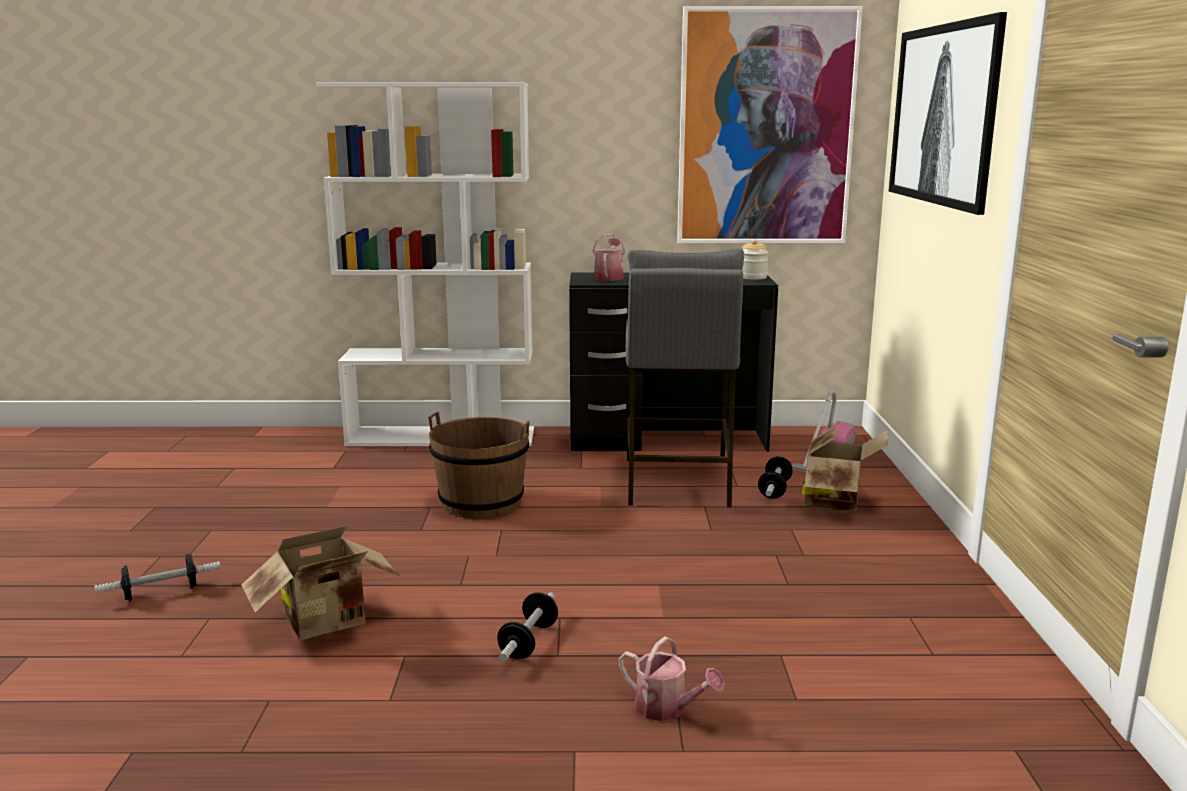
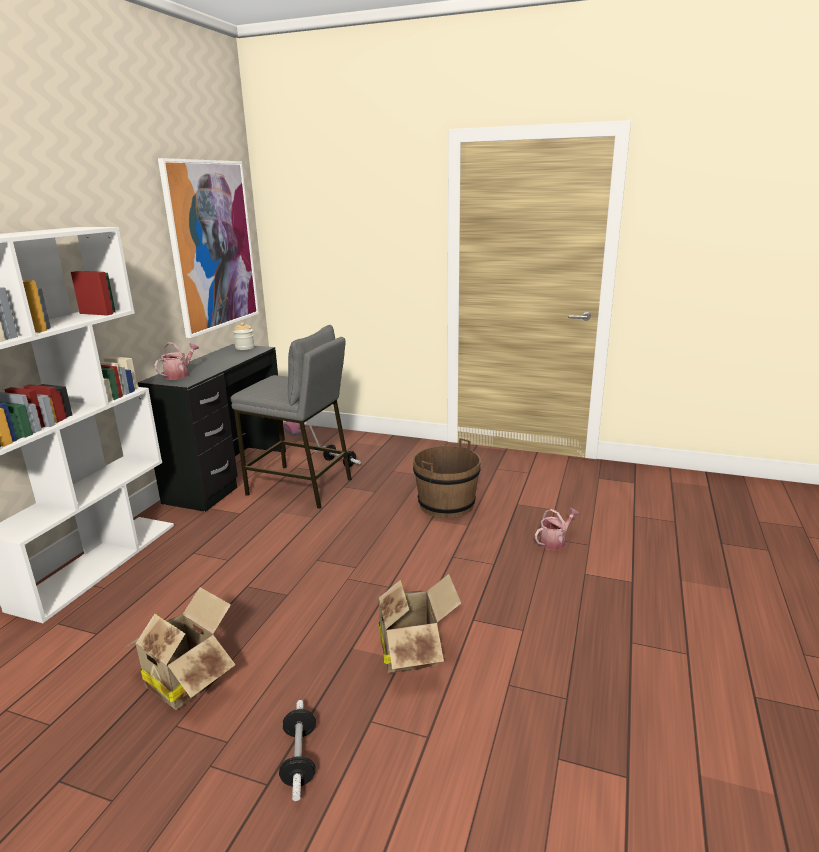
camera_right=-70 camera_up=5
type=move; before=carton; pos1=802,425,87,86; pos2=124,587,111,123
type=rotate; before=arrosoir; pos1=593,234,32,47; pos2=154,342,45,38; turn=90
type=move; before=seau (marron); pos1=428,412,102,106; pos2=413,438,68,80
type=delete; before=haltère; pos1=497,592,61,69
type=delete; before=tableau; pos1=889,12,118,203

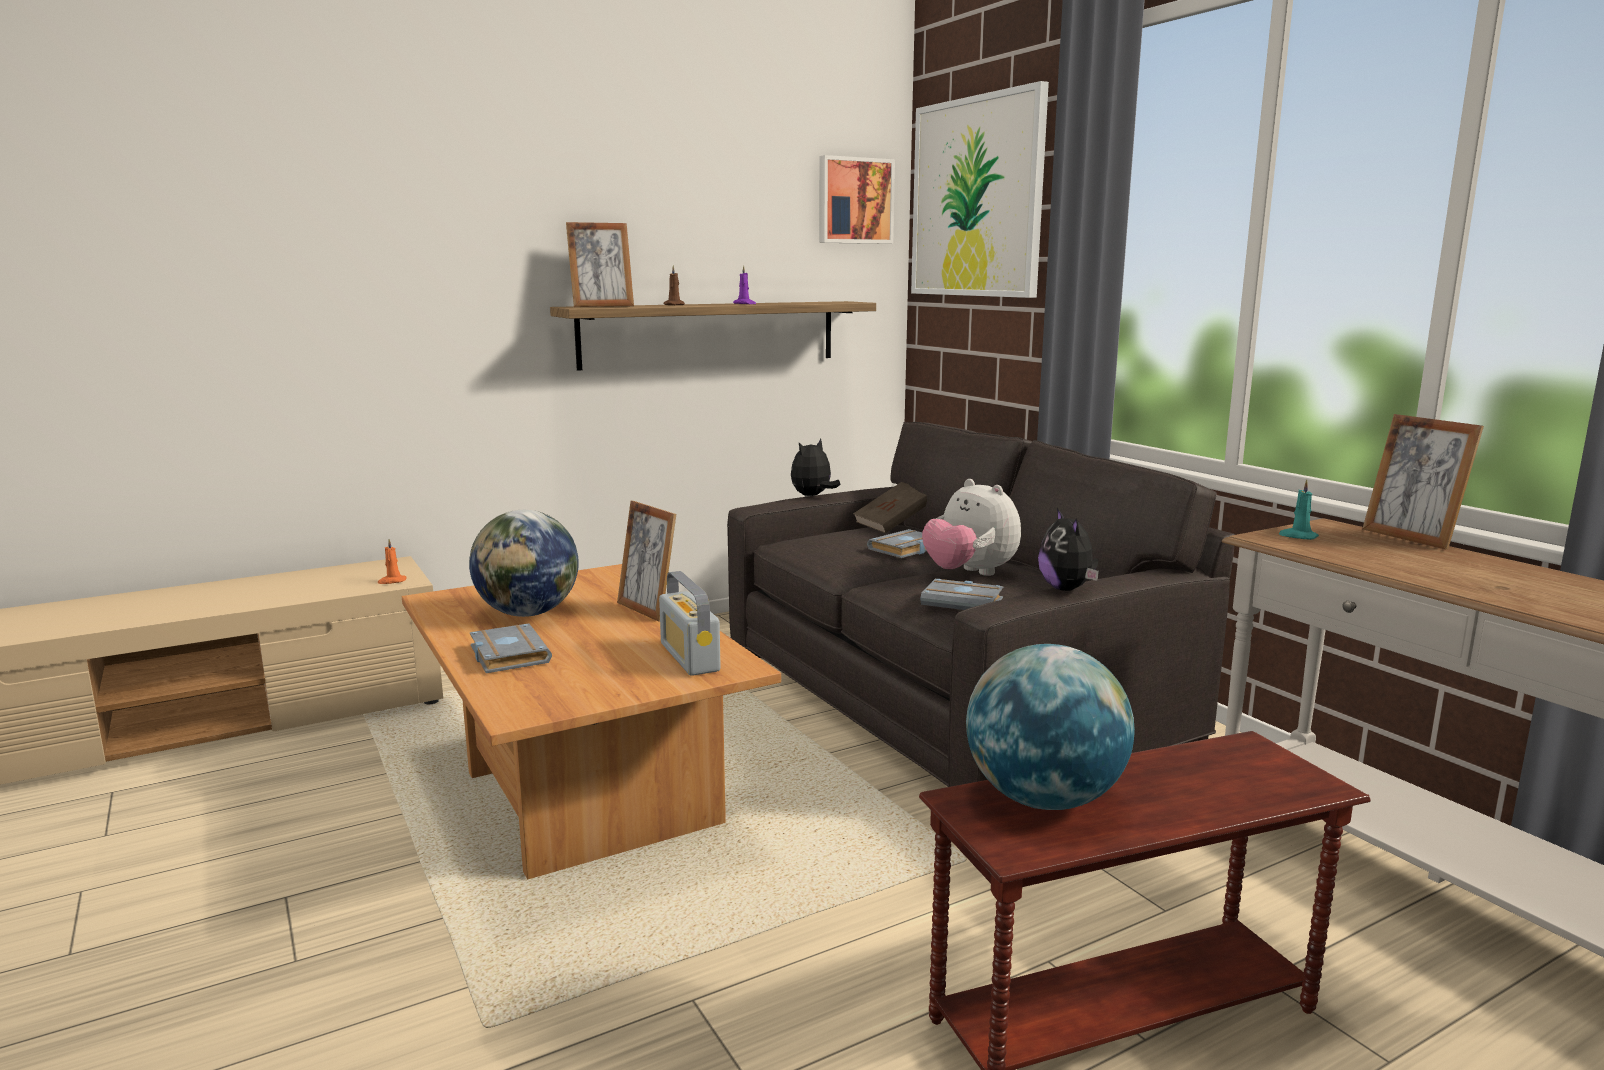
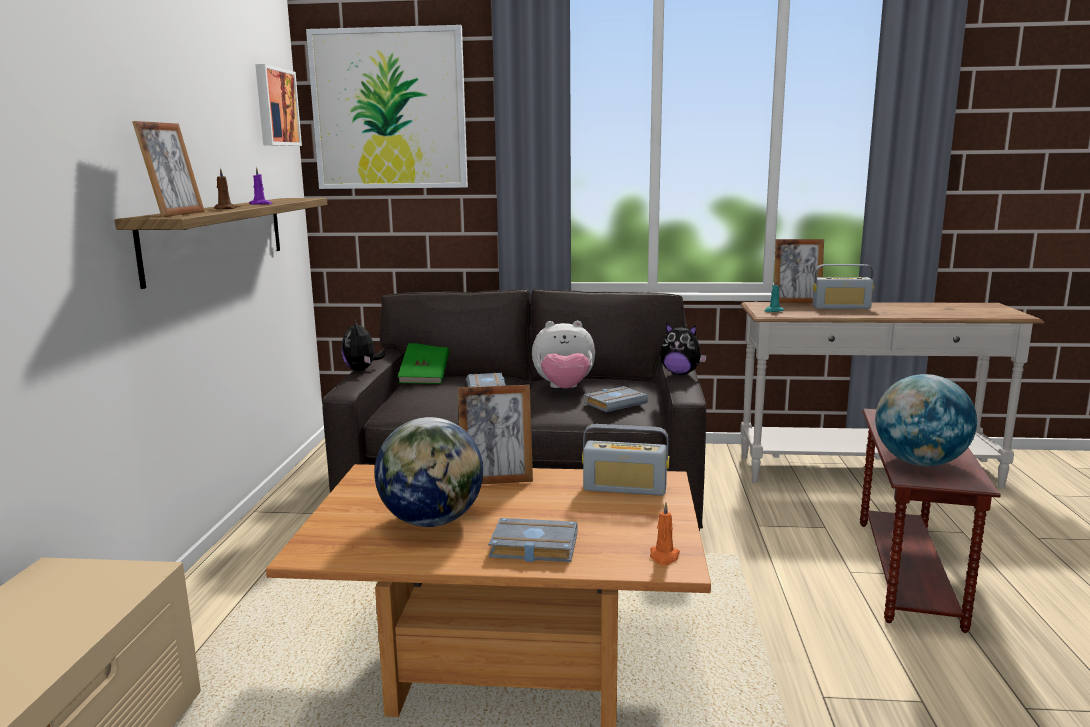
camera_right=-55 camera_up=0
type=recolor; before=livre (marron); after=livre (vert); pos1=853,482,74,51; pos2=398,343,51,41
type=move; before=bougie (orange); pos1=377,539,29,45; pos2=650,503,30,62
type=insert; after=radio; pos2=812,264,62,45

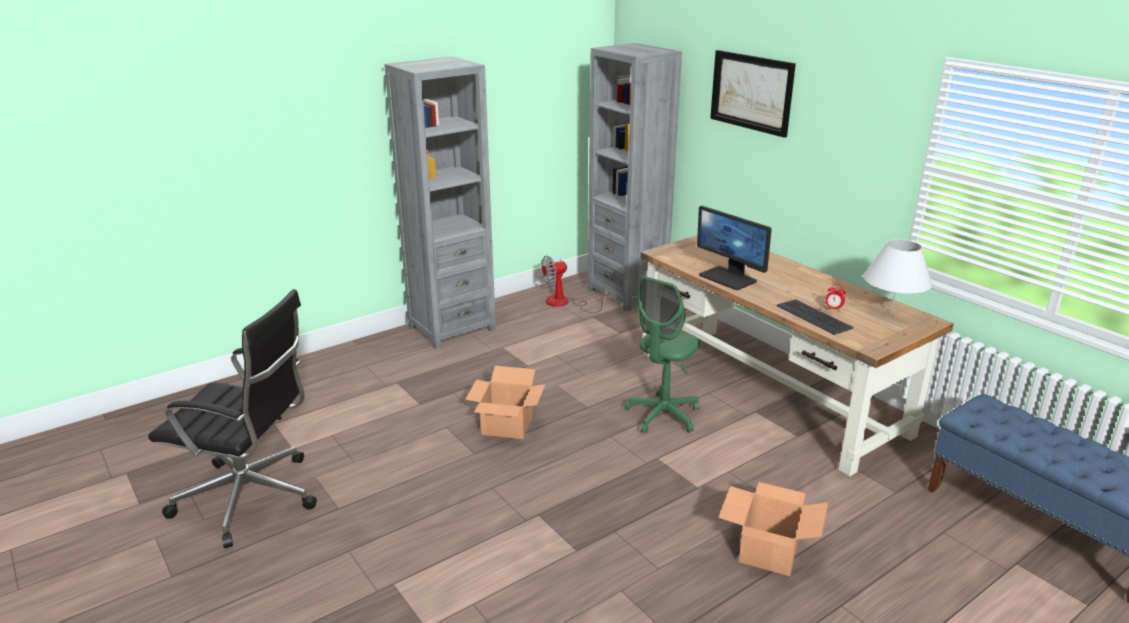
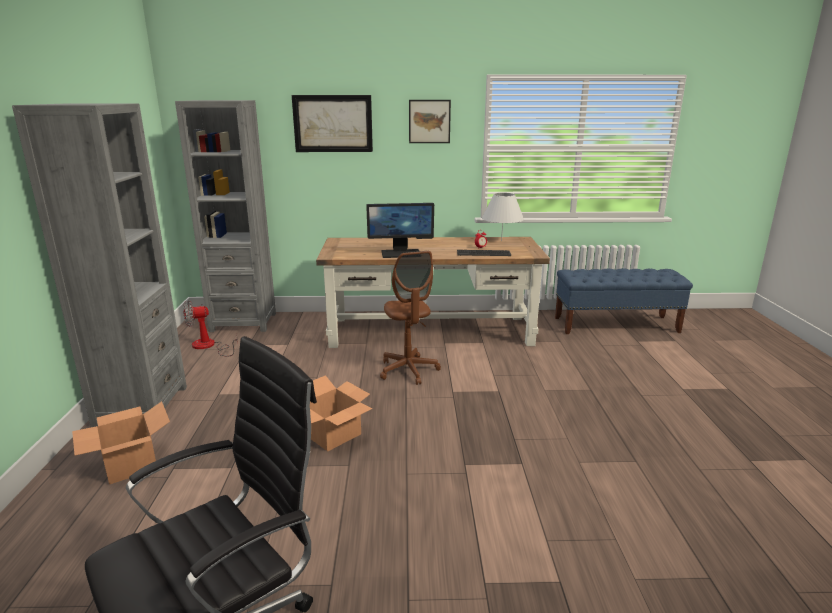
camera_right=-55 camera_up=-5
type=move; before=carton; pos1=718,482,110,94; pos2=72,401,98,83
type=rotate; before=ventilateur; pos1=540,256,68,57; pos2=183,300,55,56; turn=60
type=recolor; before=chaise de bureau (vert); after=chaise de bureau (marron); pos1=625,276,74,158; pos2=380,251,61,134
type=insert; after=tableau; pos2=409,100,42,43

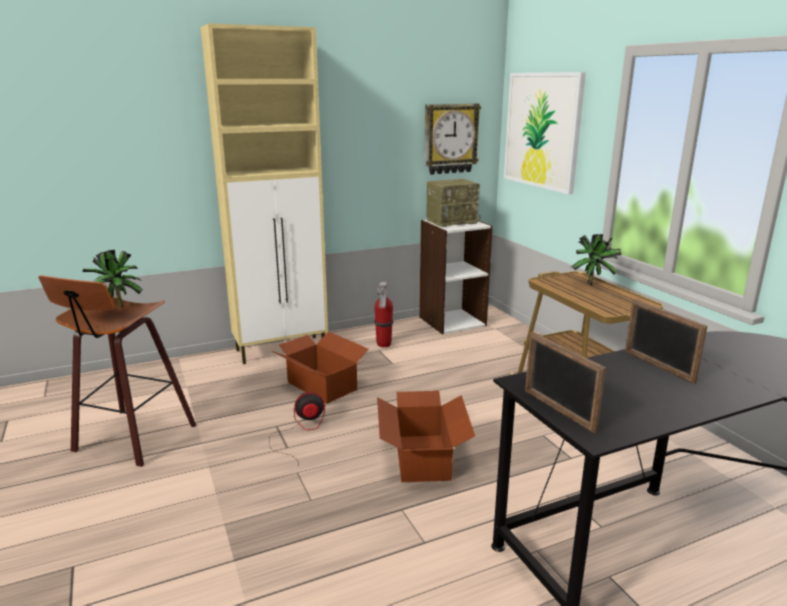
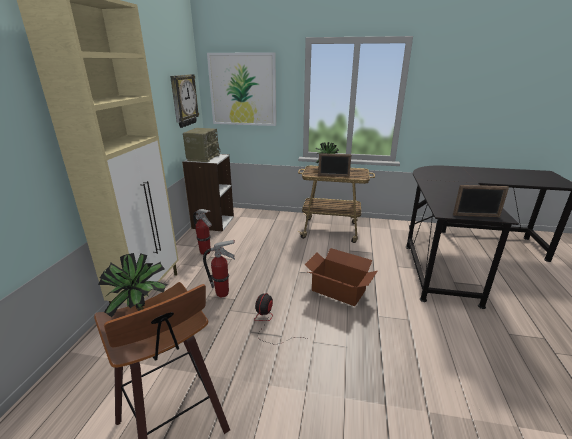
camera_right=-55 camera_up=5
type=replace; before=carton; after=extincteur; pos1=273,331,95,73; pos2=203,239,32,58
type=move; before=cadre photo; pos1=625,299,82,85; pos2=318,153,33,24

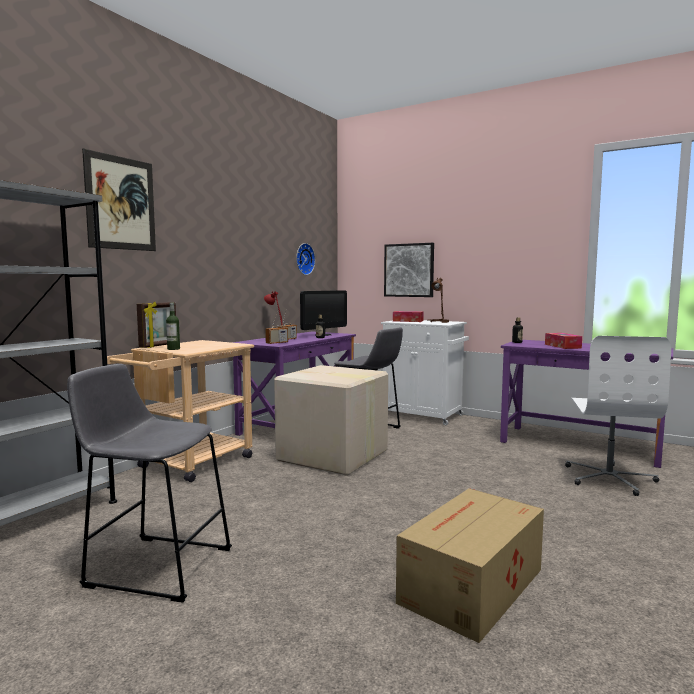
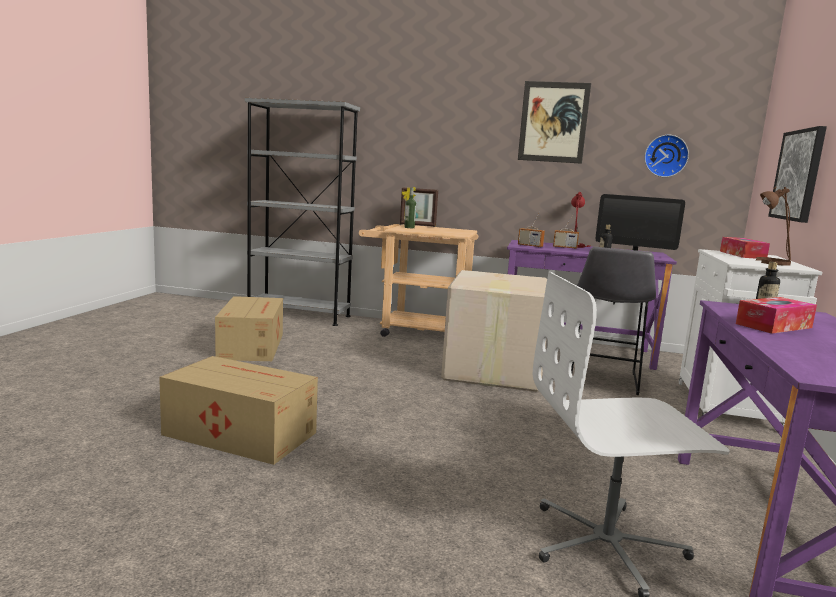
camera_right=70 camera_up=5
type=replace; before=tabouret (gris); after=carton; pos1=67,364,165,239; pos2=215,296,68,65
type=move; before=tableau; pos1=82,148,74,103; pos2=518,81,73,83

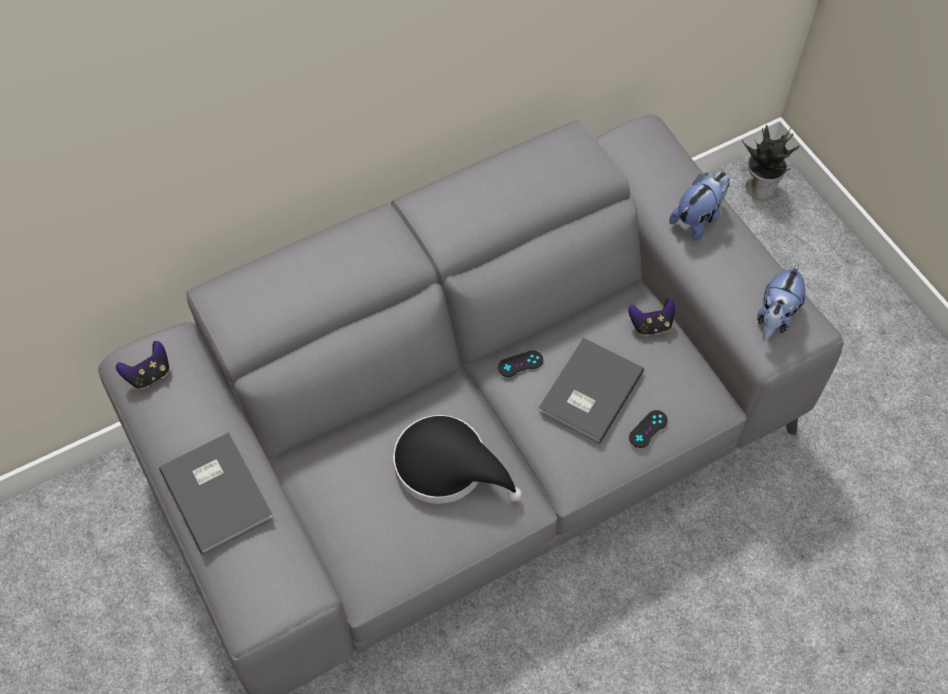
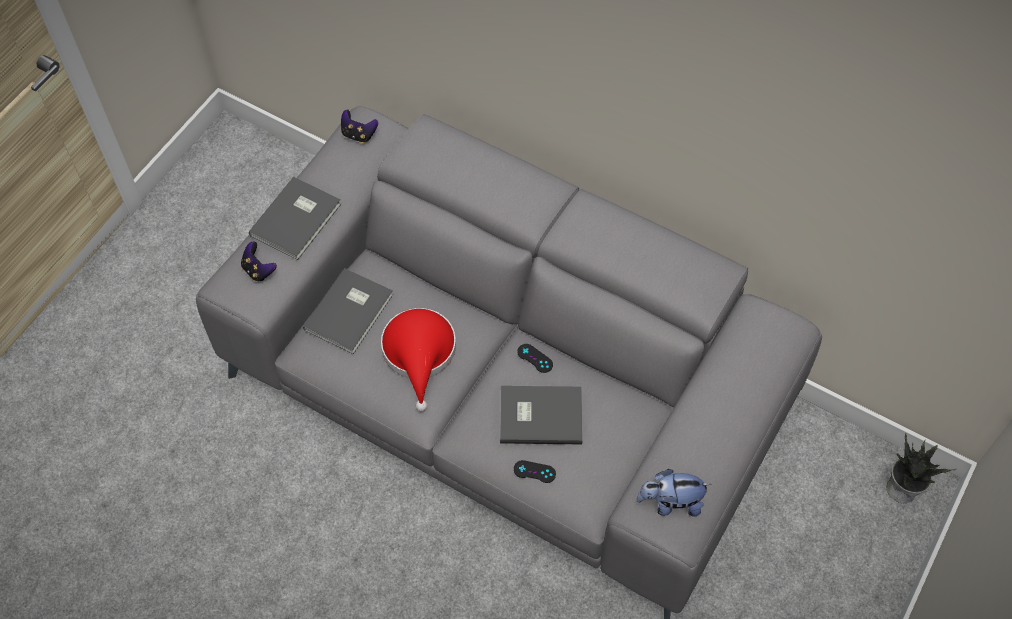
camera_right=60 camera_up=0
type=move; before=manette; pos1=628,298,47,38; pos2=241,242,36,40
type=insert; after=livre (gris); pos2=303,268,90,86
type=recolor; before=chapeau (noir); after=chapeau (rouge); pos1=393,415,129,89; pos2=381,308,75,103
type=delete; before=peluche; pos1=669,172,61,69

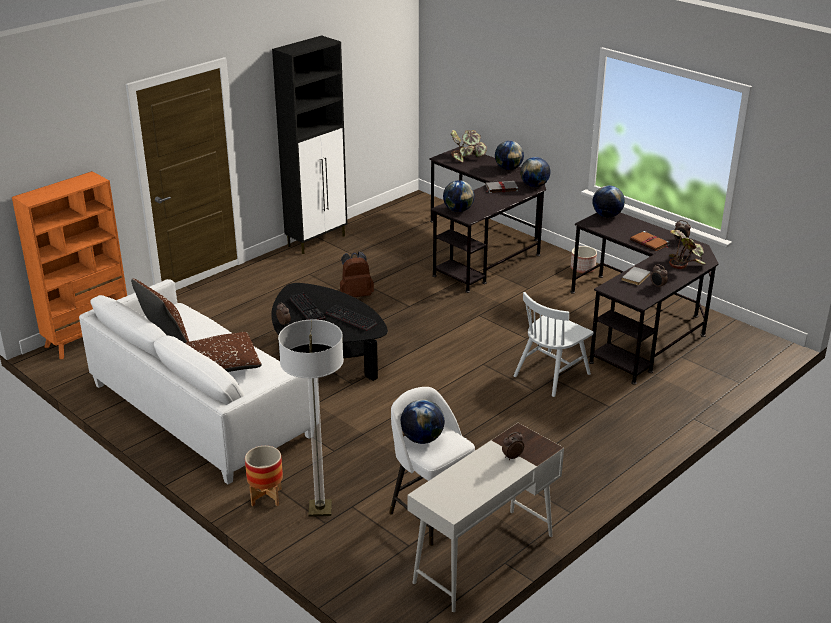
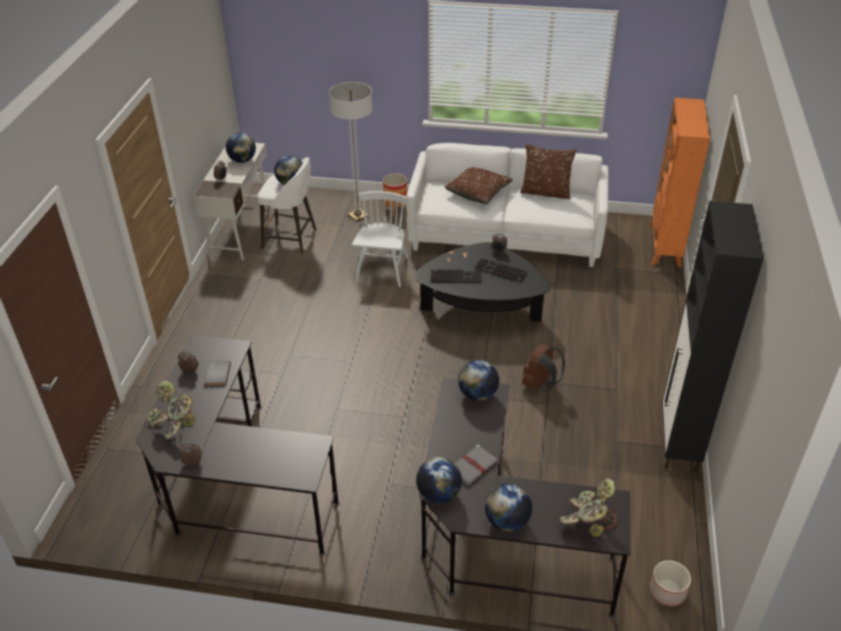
camera_right=145 camera_up=10
type=move; before=globe; pos1=592,185,33,32; pos2=226,133,30,30
type=move; before=chaise (blanc); pos1=514,292,79,105; pos2=352,191,57,96
type=move; before=cache-pot; pos1=571,246,26,27; pos2=650,560,41,46
type=delete; before=livre (marron); pos1=630,231,39,20

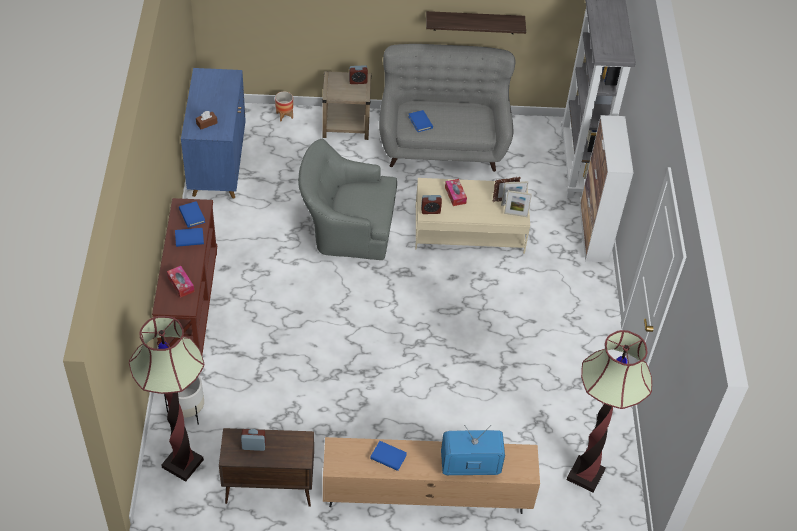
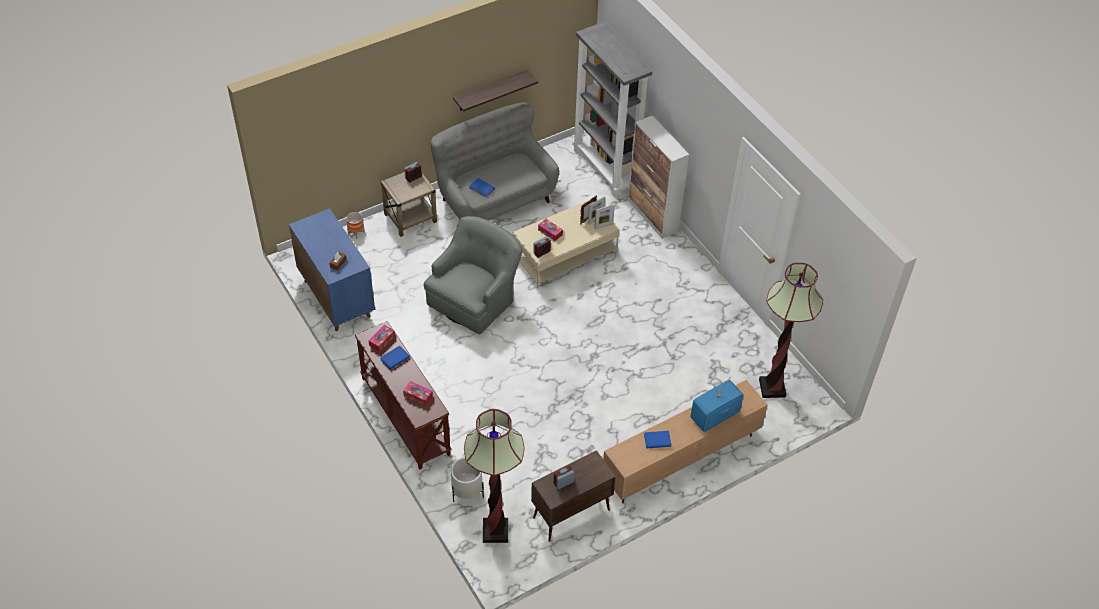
camera_right=-30 camera_up=0
type=replace; before=livre (bleu); after=boîte à mouchoirs; pos1=179,201,26,27; pos2=369,325,26,27
type=rotate; before=fauteuil (gris); pos1=298,139,99,121; pos2=424,216,99,118; turn=150

